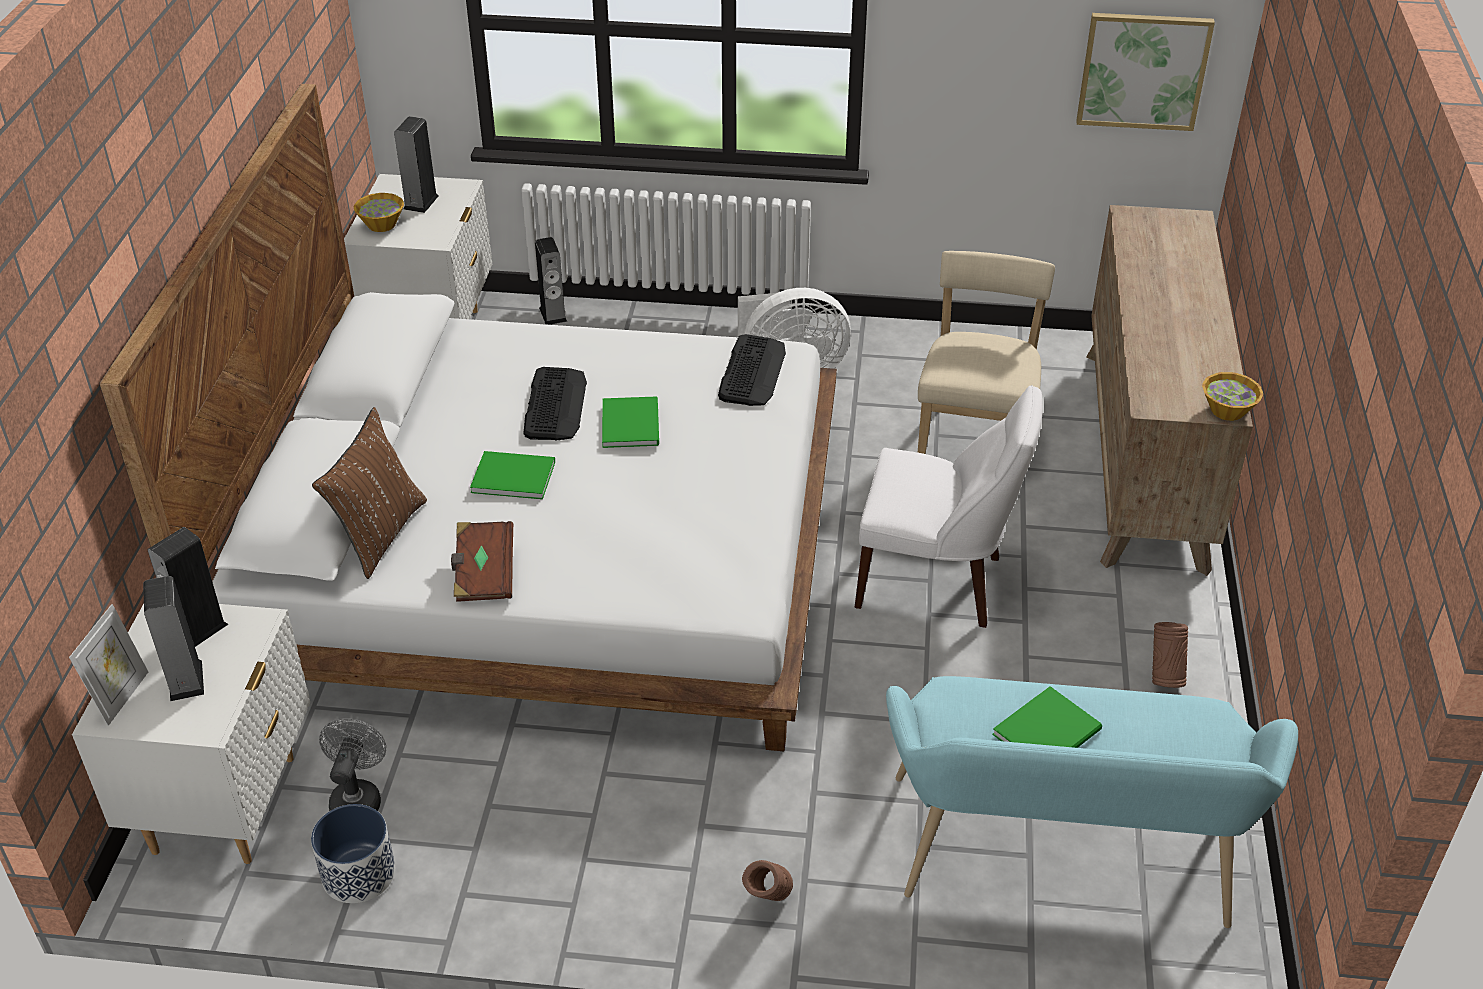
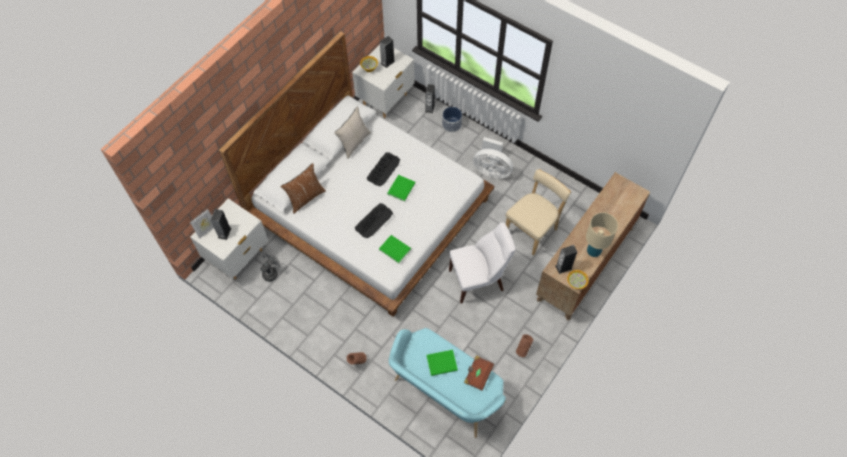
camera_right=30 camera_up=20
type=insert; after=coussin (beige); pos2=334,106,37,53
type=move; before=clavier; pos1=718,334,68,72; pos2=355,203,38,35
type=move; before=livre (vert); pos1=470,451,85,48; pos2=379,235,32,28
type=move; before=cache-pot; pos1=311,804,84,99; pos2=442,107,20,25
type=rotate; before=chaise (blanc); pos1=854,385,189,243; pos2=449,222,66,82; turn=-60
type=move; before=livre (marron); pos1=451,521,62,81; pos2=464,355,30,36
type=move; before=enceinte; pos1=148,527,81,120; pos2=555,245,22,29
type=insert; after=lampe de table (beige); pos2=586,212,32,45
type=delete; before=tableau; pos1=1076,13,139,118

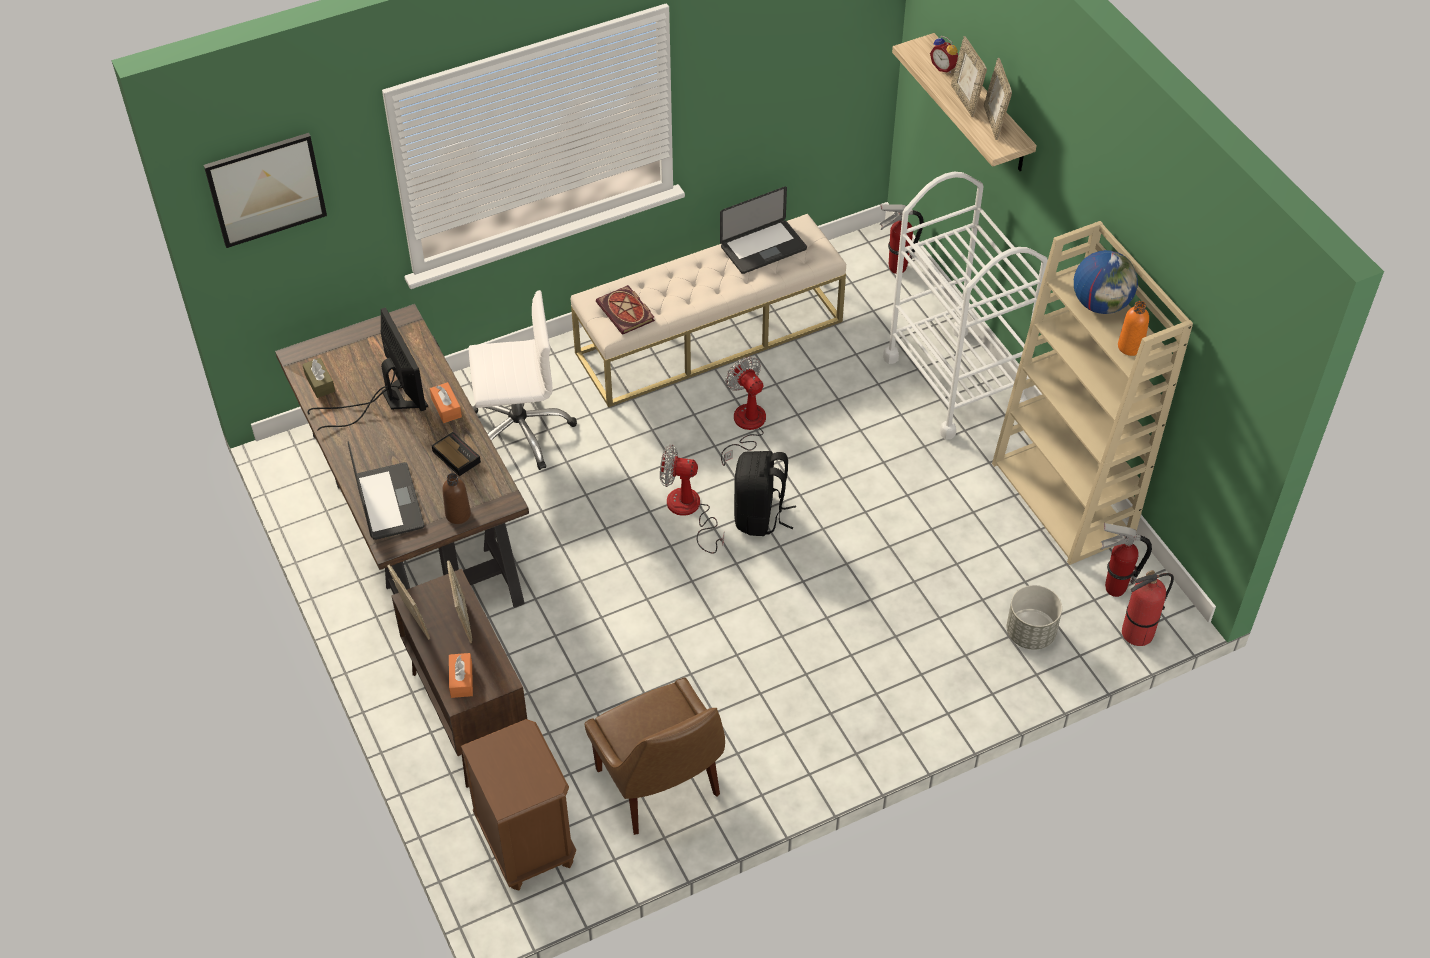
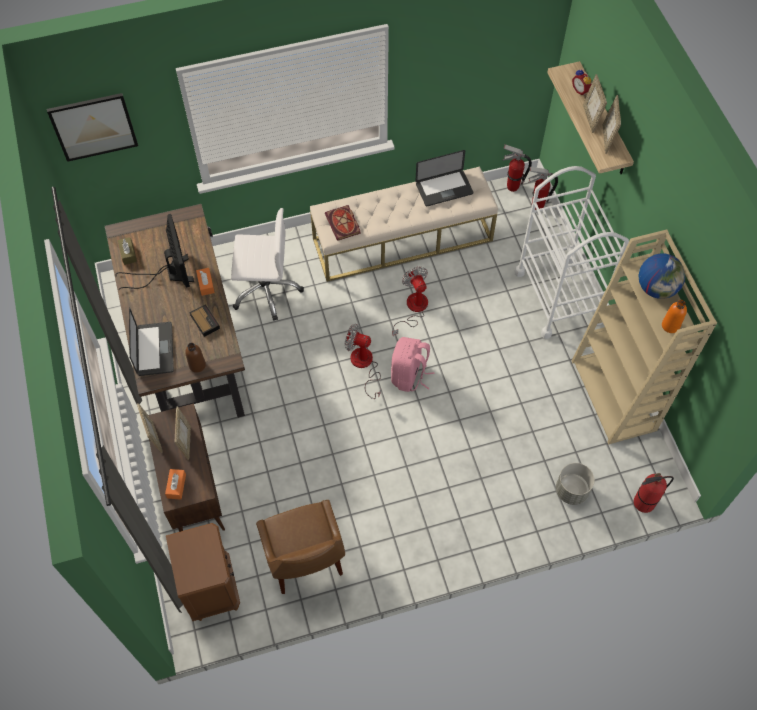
camera_right=10 camera_up=10
type=recolor; before=sac à dos (noir); after=sac à dos (rose); pos1=734,451,62,85; pos2=391,337,43,55
type=move; before=extincteur; pos1=1101,523,51,74; pos2=503,144,29,48

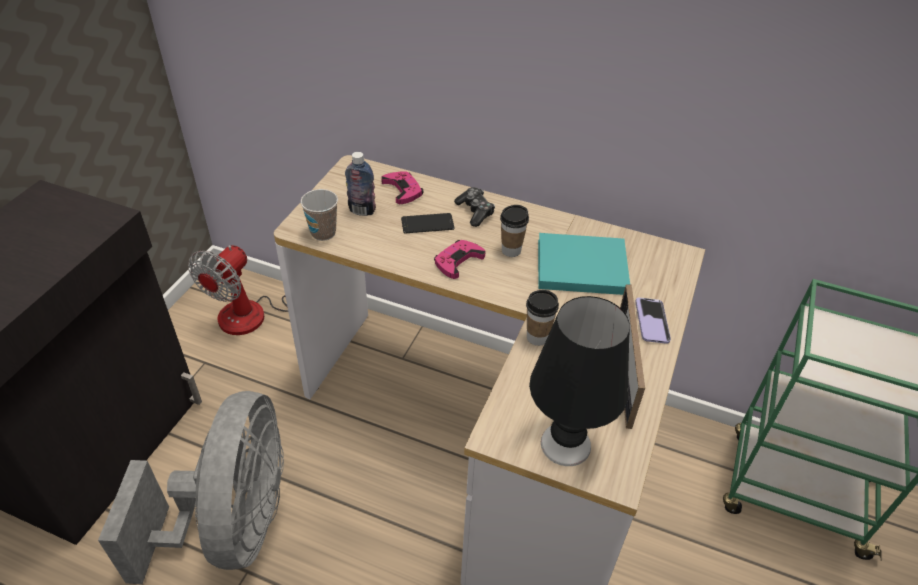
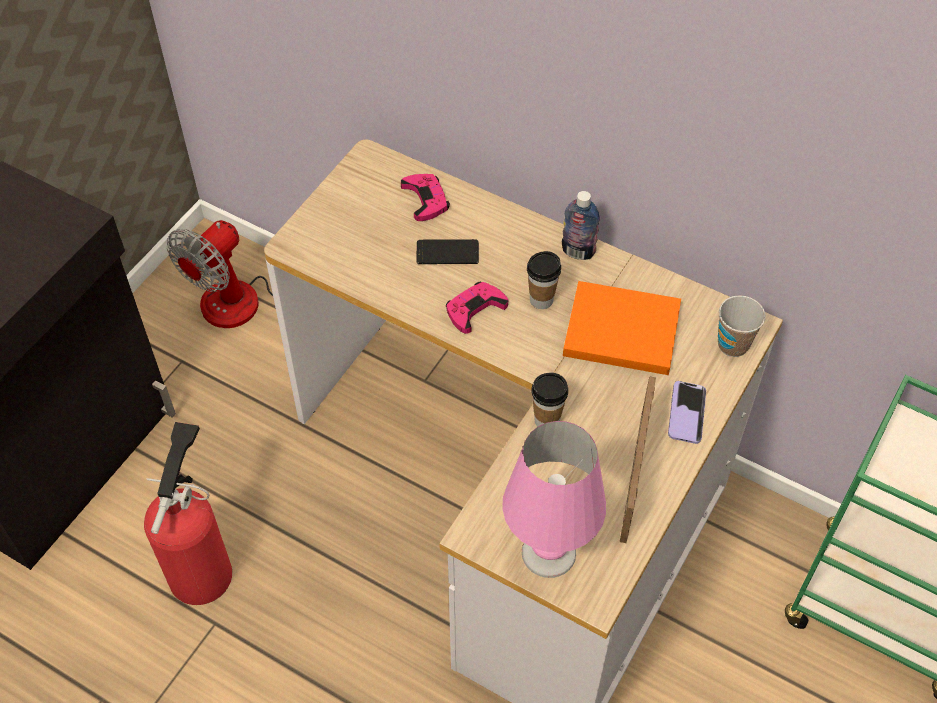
camera_right=10 camera_up=10
type=replace; before=ventilateur (gris); after=extincteur; pos1=98,391,186,193; pos2=144,422,88,183
type=recolor; before=lampe de table (noir); after=lampe de table (rose); pos1=529,296,101,170; pos2=502,421,104,157
type=move; before=bouteille; pos1=345,152,31,64; pos2=562,191,38,69
type=recolor; before=livre (turquoise); after=livre (orange); pos1=538,233,92,62; pos2=563,281,118,94
type=move; before=tasse; pos1=301,189,37,52; pos2=718,295,48,62
type=delete; before=manette; pos1=454,187,41,40

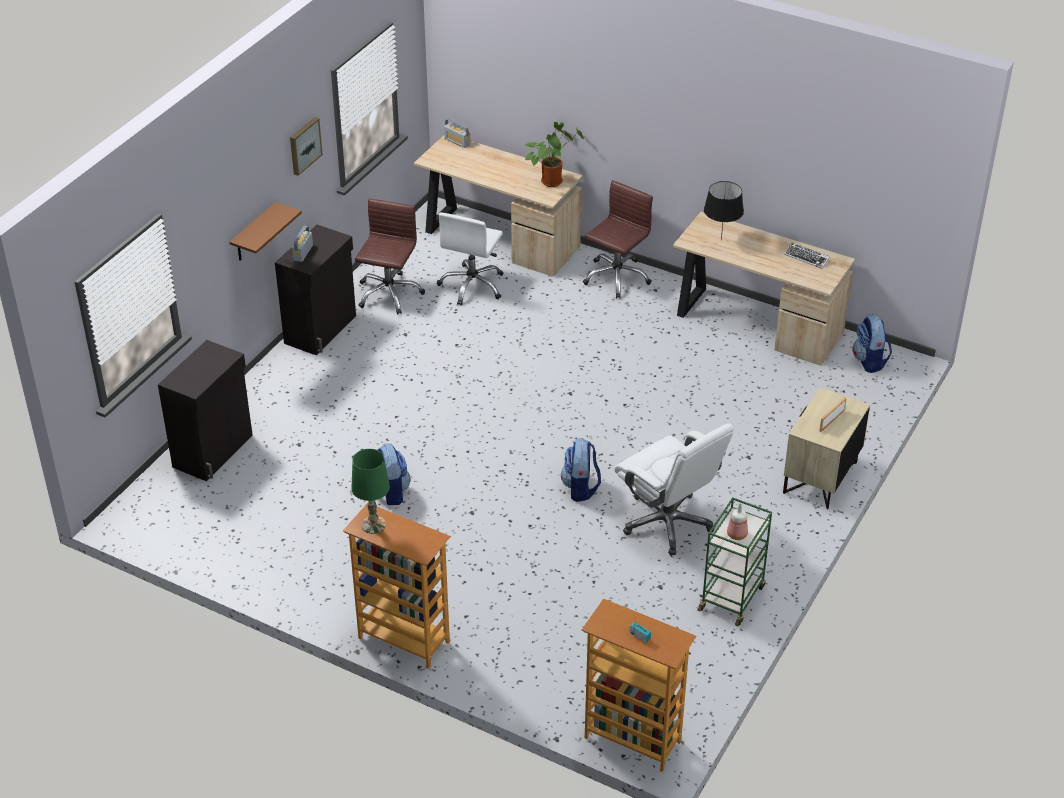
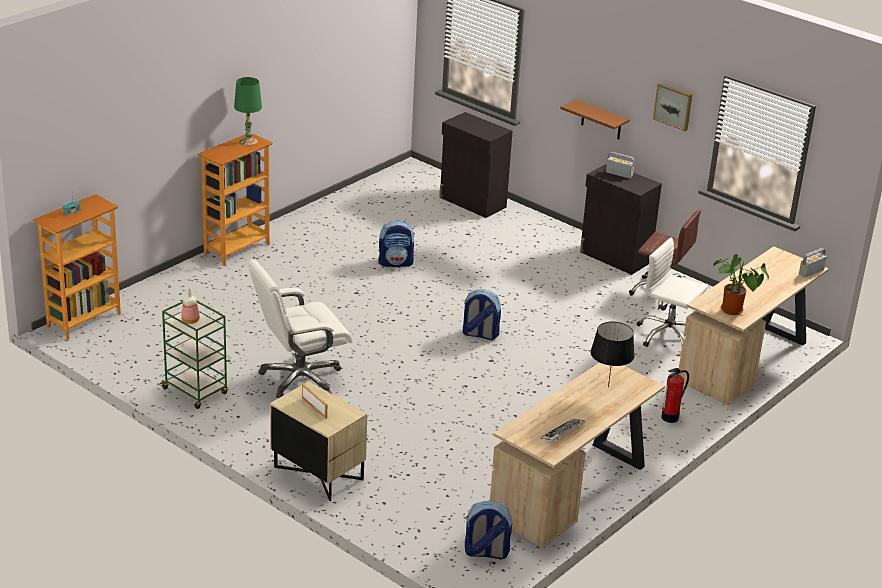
camera_right=100 camera_up=-10
type=move; before=sac à dos; pos1=561,438,40,64; pos2=463,289,38,51
type=replace; before=chaise de bureau (marron); after=extincteur; pos1=583,180,70,118; pos2=661,368,28,55

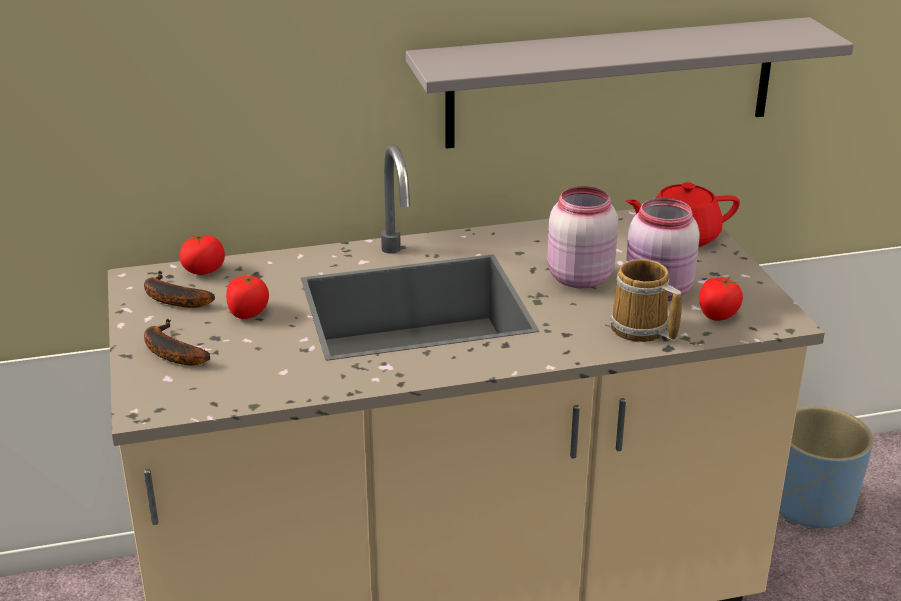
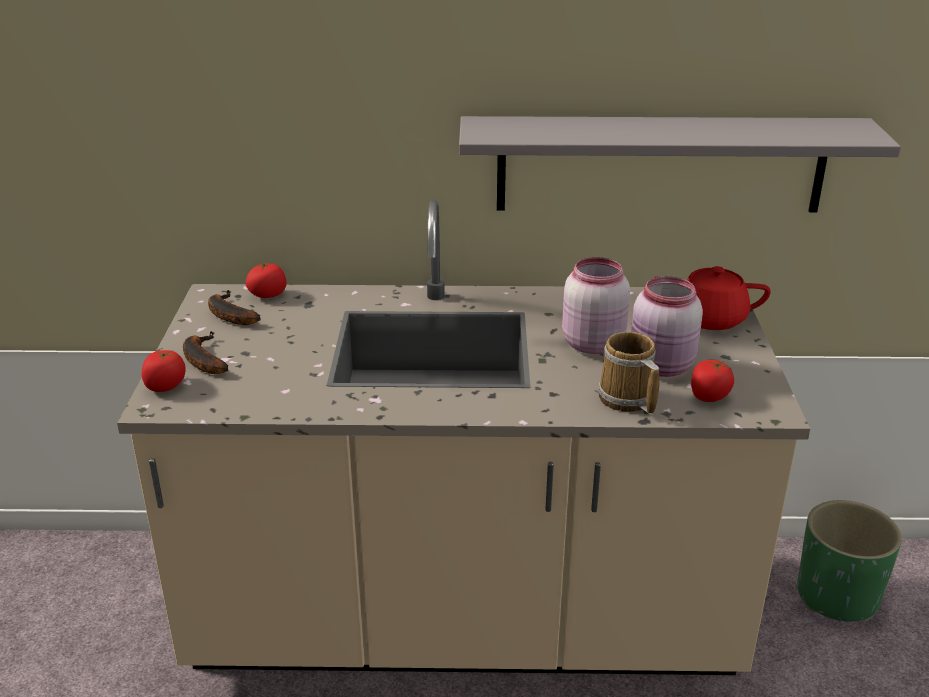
camera_right=15 camera_up=0
type=move; before=tomate; pos1=226,274,43,45; pos2=142,350,44,42
type=recolor; before=cache-pot (bleu); after=cache-pot (vert); pos1=779,406,94,122; pos2=797,500,105,122

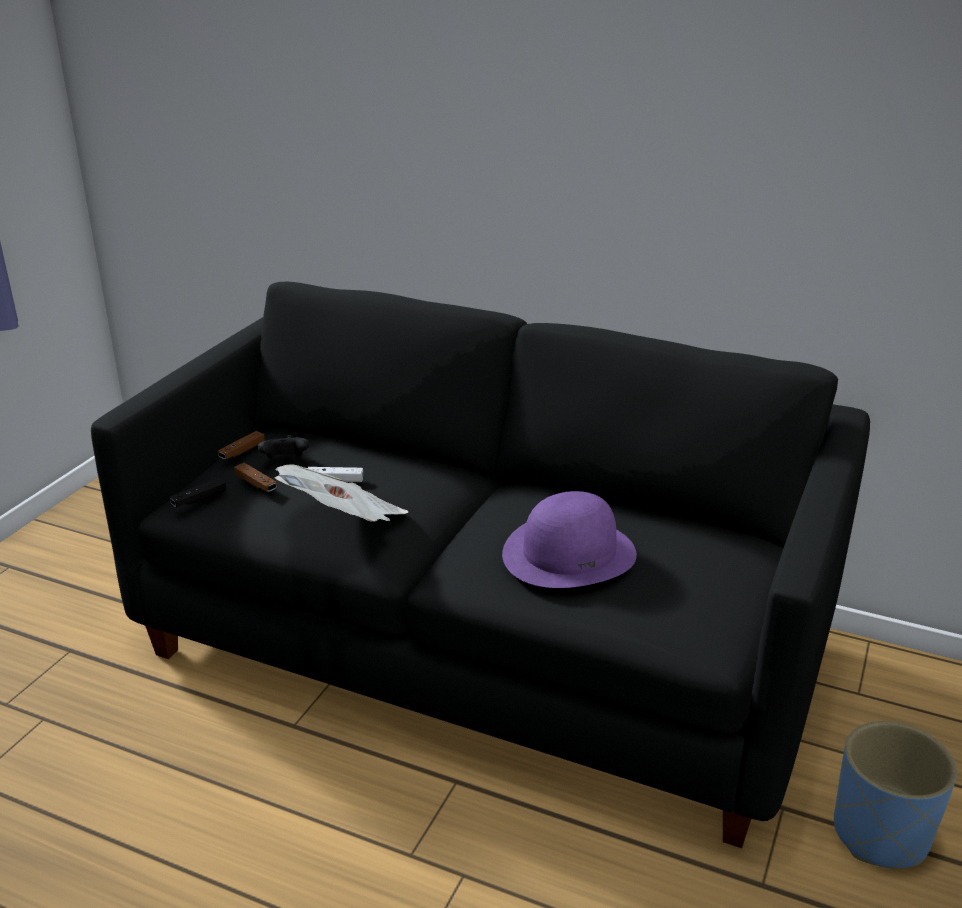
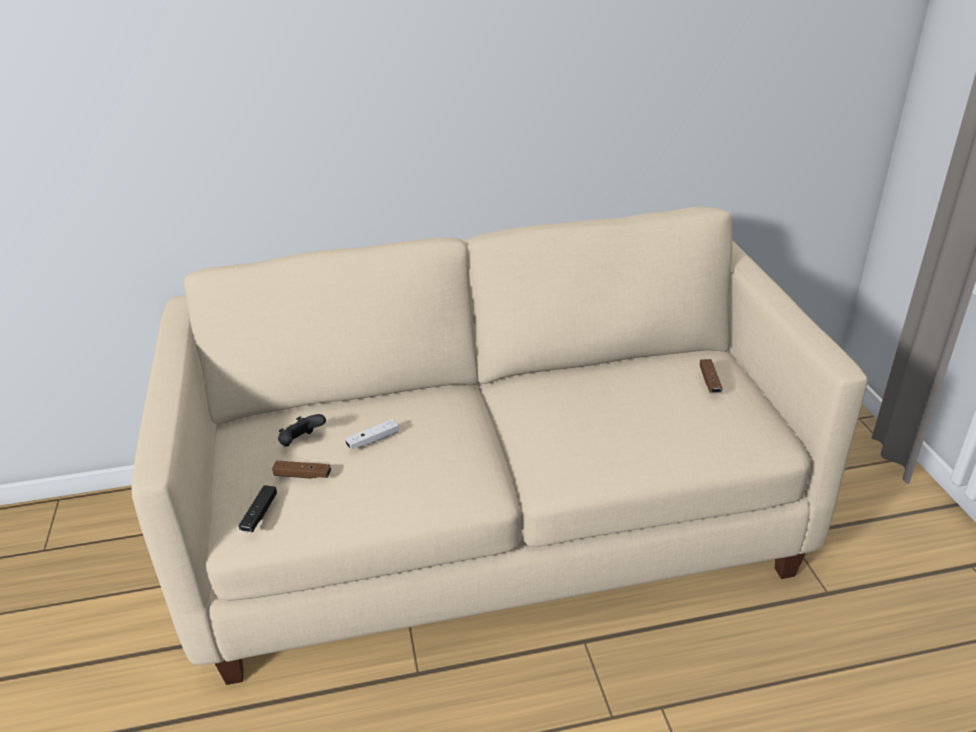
camera_right=-35 camera_up=5
type=recolor; before=canapé (noir); after=canapé (beige); pos1=91,282,779,566; pos2=132,207,735,478
type=move; before=manette (marron); pos1=218,431,47,29; pos2=700,359,22,35
type=delete; before=journal; pos1=274,464,134,58
type=delete; before=chapeau (violet); pos1=502,491,135,97
type=delete; before=cache-pot (bleu); pos1=834,721,123,148

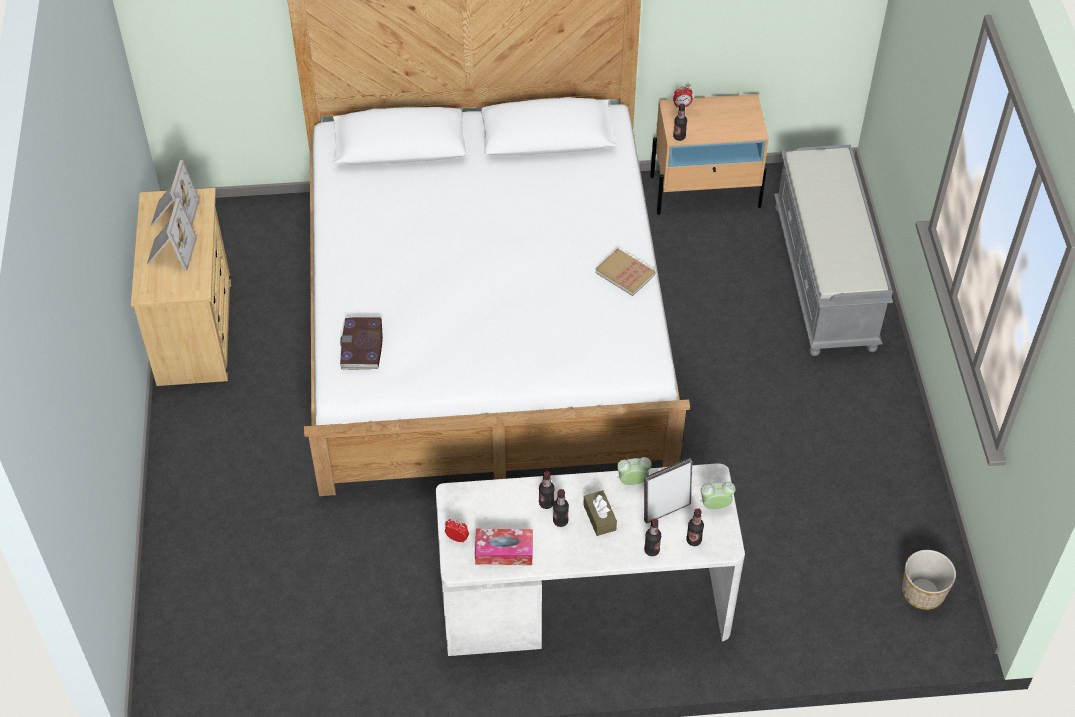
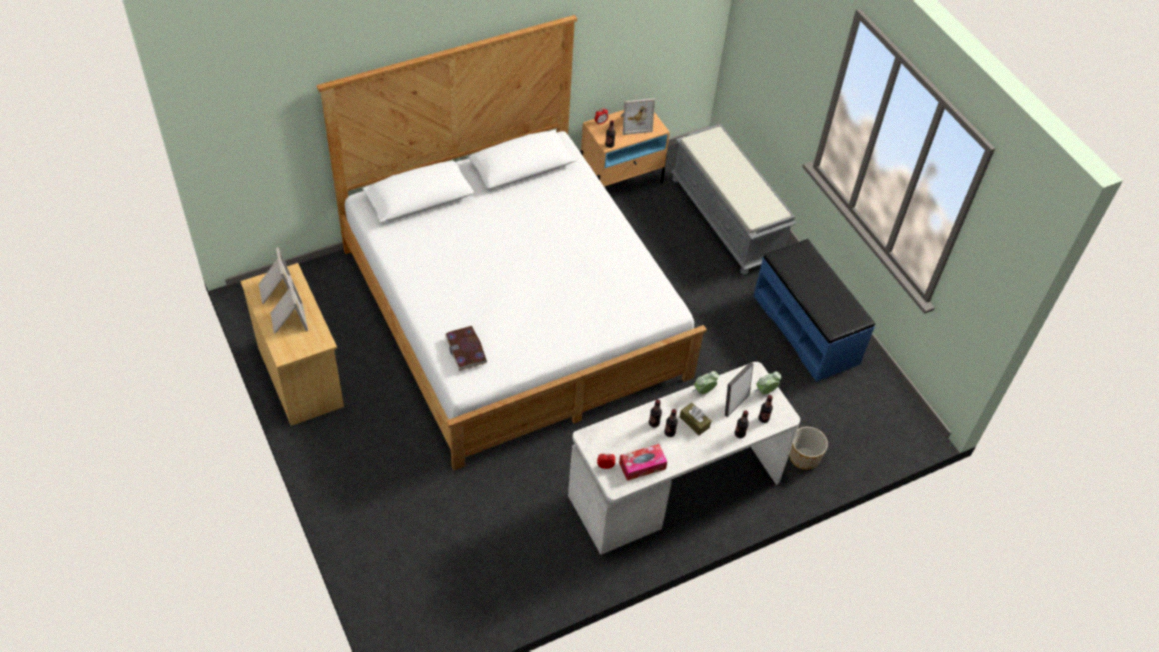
camera_right=-25 camera_up=0
type=insert; after=cadre photo; pos2=621,98,34,37
type=insert; after=banc (bleu); pos2=754,239,121,143
type=move; before=cache-pot; pos1=902,550,54,60; pos2=789,427,39,43
type=delete; before=livre; pos1=595,249,61,47

